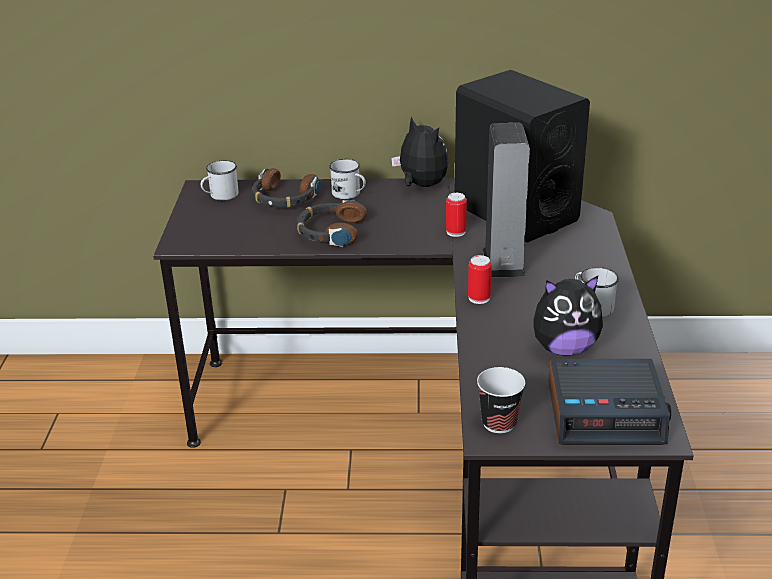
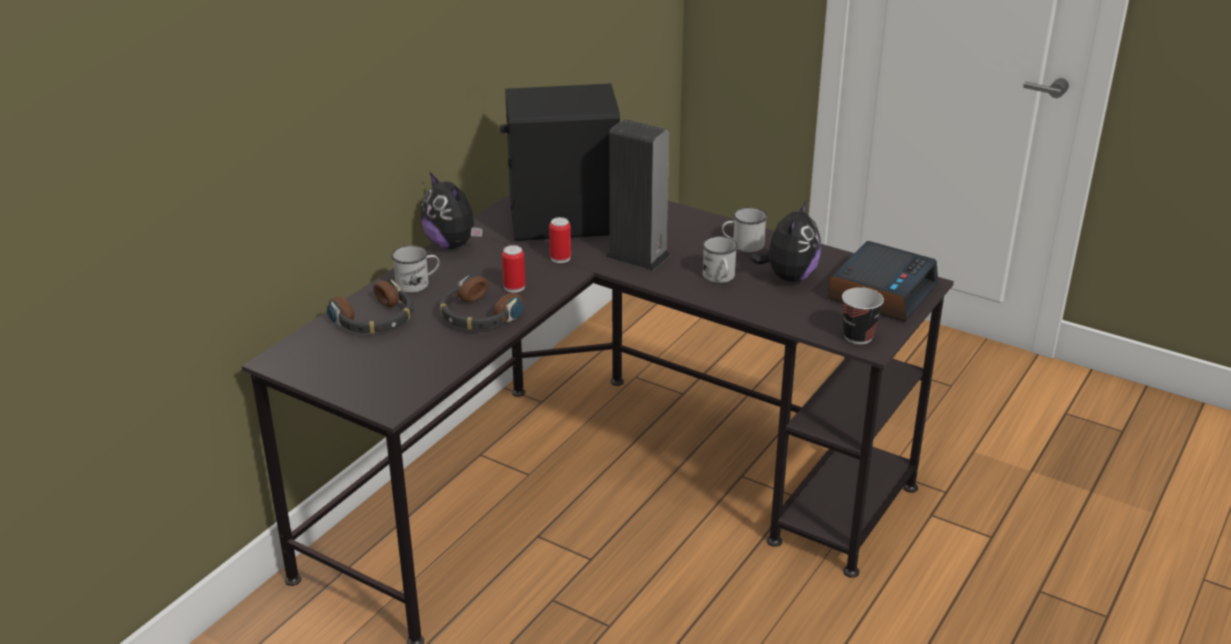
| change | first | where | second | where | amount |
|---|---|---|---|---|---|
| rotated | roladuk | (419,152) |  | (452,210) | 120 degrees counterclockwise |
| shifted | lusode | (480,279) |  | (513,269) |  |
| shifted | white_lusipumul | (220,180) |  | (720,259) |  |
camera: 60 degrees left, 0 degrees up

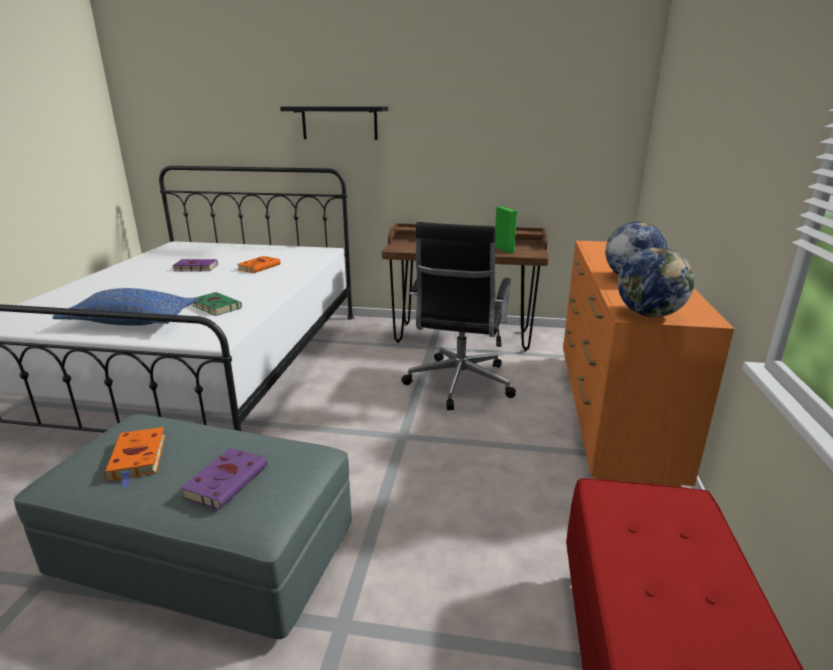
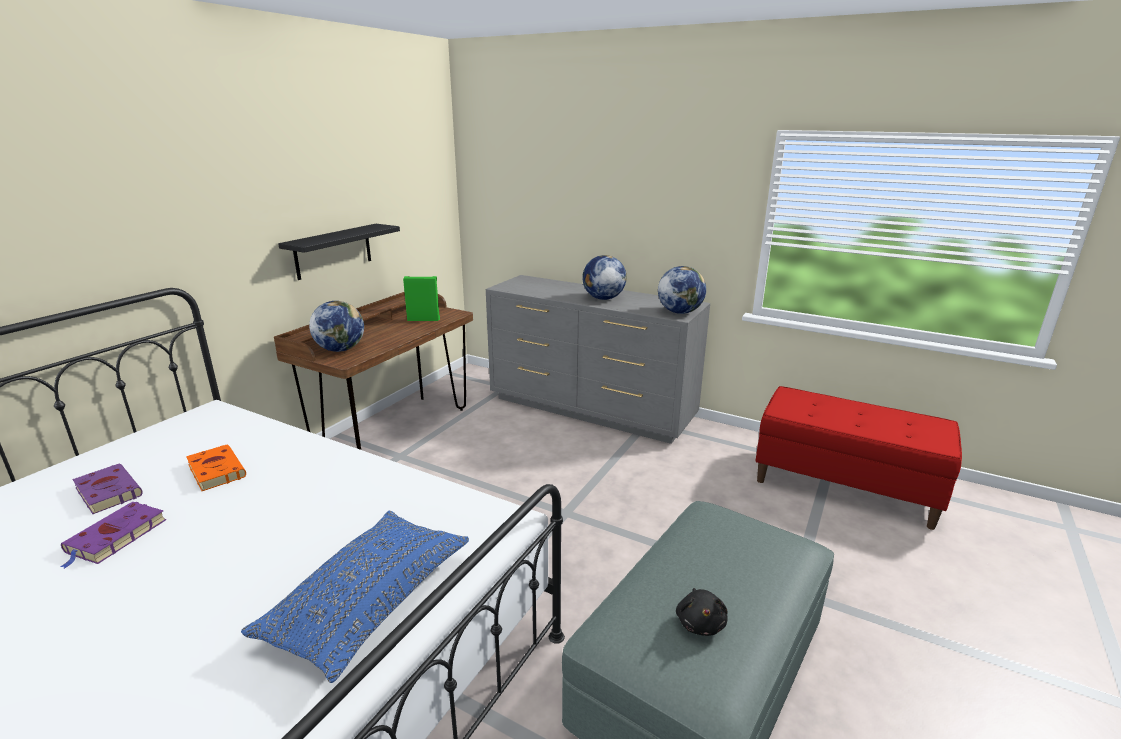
| change | first | where | second | where | amount |
|---|---|---|---|---|---|
| shifted | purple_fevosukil | (224,479) |  | (107,489) |  |
| shifted | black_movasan | (334,123) |  | (339,252) |  |
| new |  |  | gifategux | (336,326) |  |
| repainted | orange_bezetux | (648,364) | grey_bezetux | (598,359) |  |
| swapped | orange_fevosukil | (134,457) | black_roladuk | (702,612) |  |
| gone | green_fevosukil | (217,304) |  |  |  |
| gone | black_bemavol | (458,316) |  |  |  |
camera: 70 degrees left, 0 degrees up

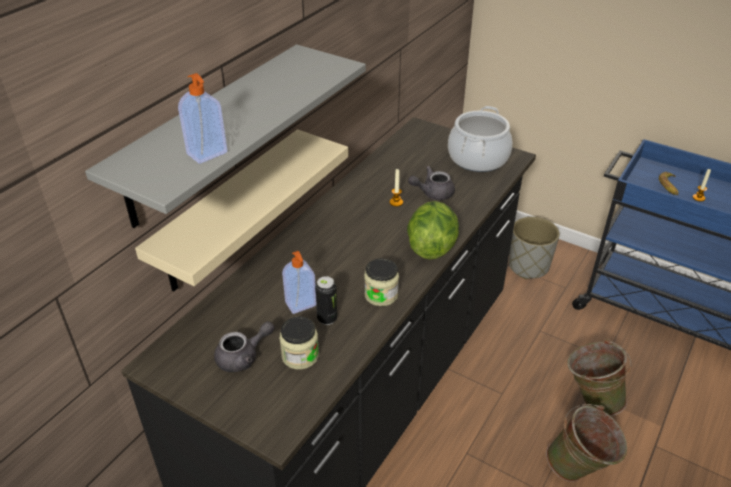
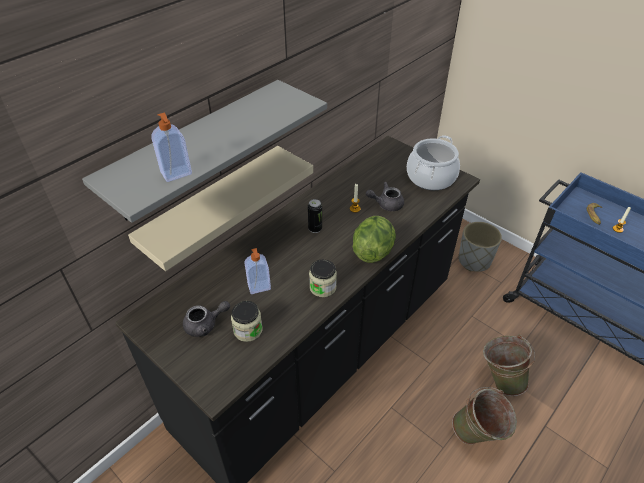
| change | first | where | second | where | amount |
|---|---|---|---|---|---|
| shifted | lusode | (326,300) |  | (315,216) |  |
camera: 10 degrees right, 5 degrees up

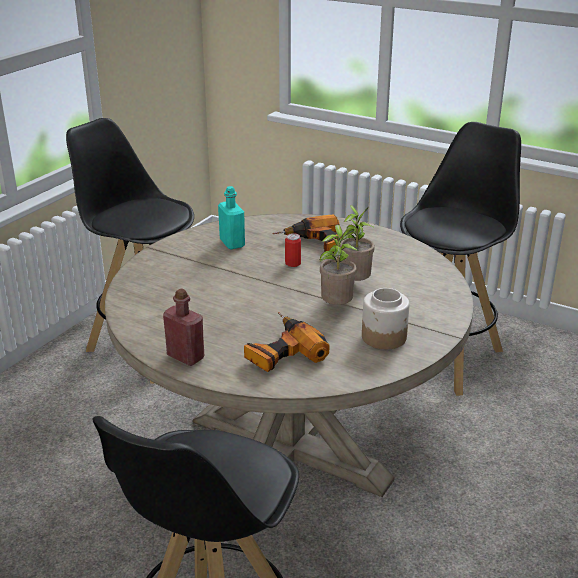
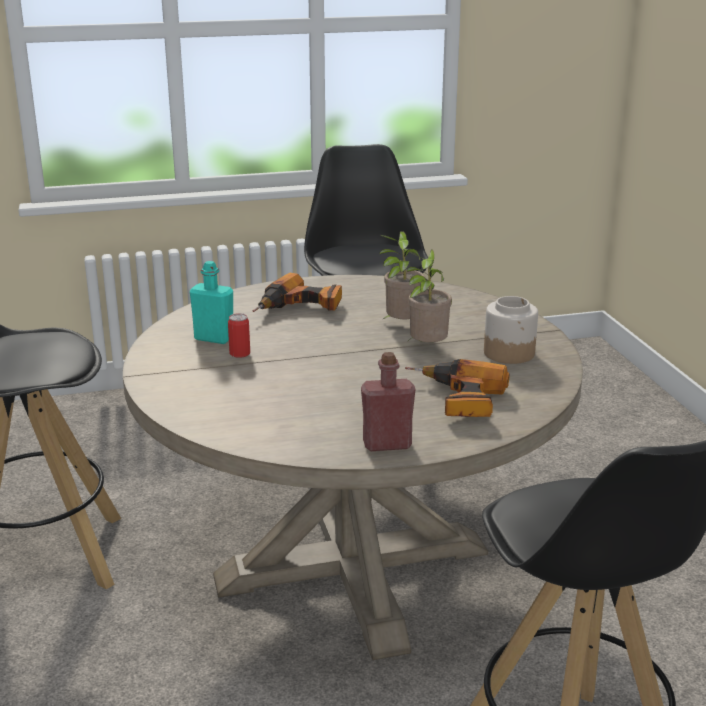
| change | first | where | second | where | amount |
|---|---|---|---|---|---|
| shifted | lusode | (293,250) |  | (239,335) |  |
camera: 45 degrees left, 5 degrees down

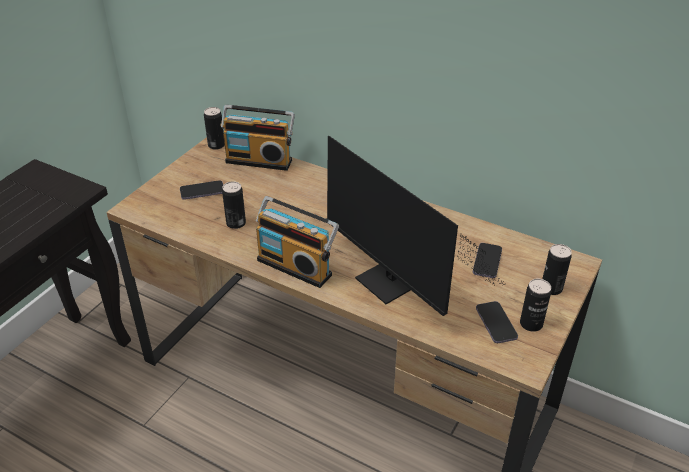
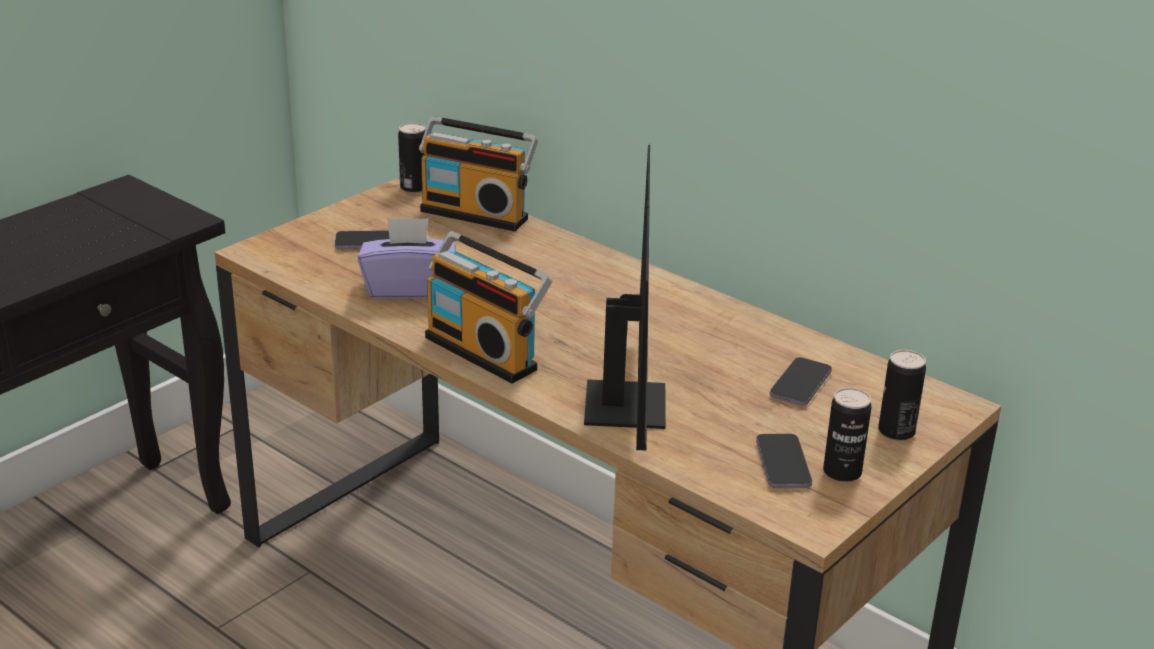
| change | first | where | second | where | amount |
|---|---|---|---|---|---|
| swapped | lusode | (234,205) | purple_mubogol | (407,258) |  |
| rotated | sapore | (415,226) |  | (625,297) | 150 degrees counterclockwise |
camera: 10 degrees right, 10 degrees down

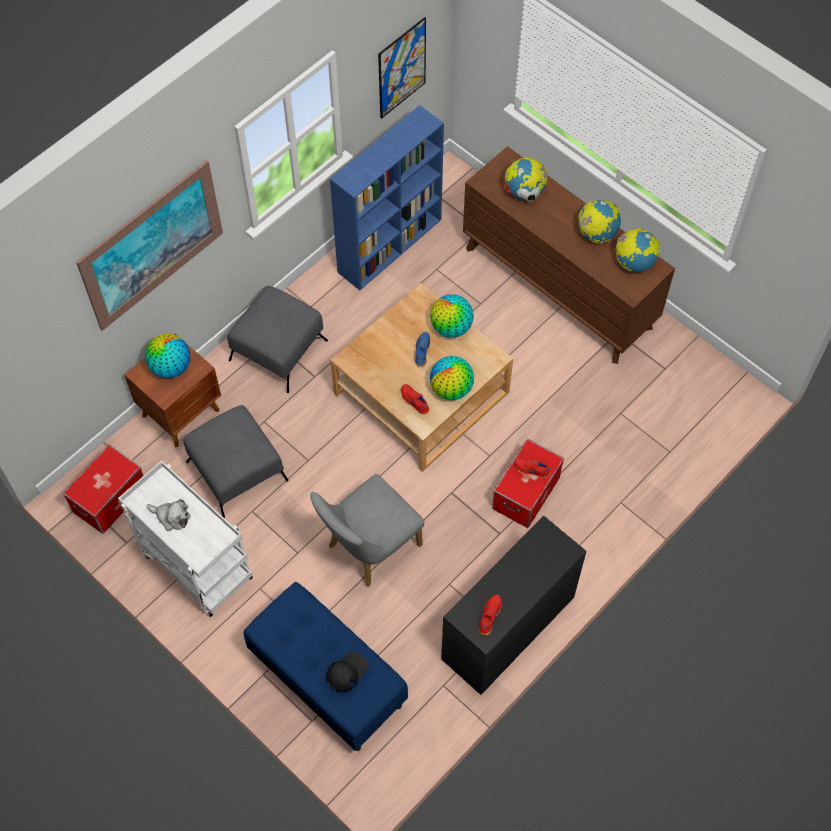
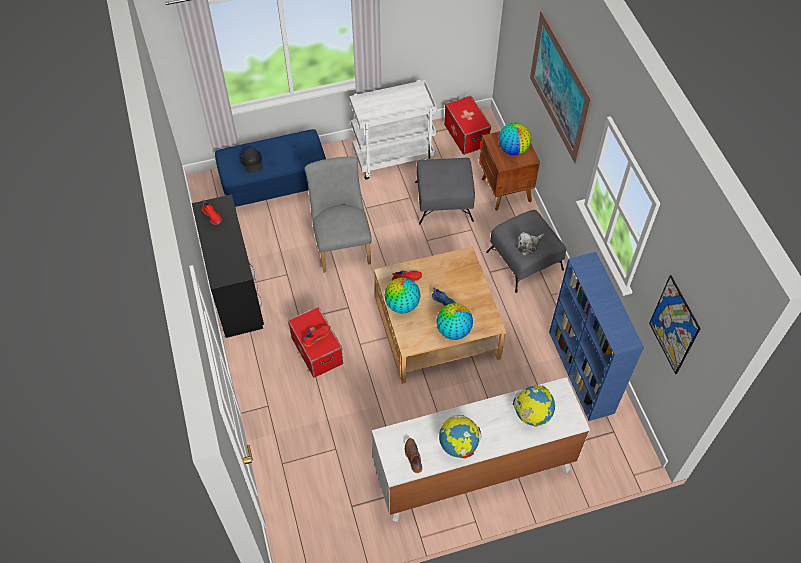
| change | first | where | second | where | amount |
|---|---|---|---|---|---|
| repainted | brown_bezetux | (569,255) | white_bezetux | (481,449) |  |
| swapped | gifategux | (638,250) | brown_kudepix | (414,455) |  |
| shifted | roladuk | (168,515) |  | (531,244) |  |
camera: 120 degrees right, 5 degrees down

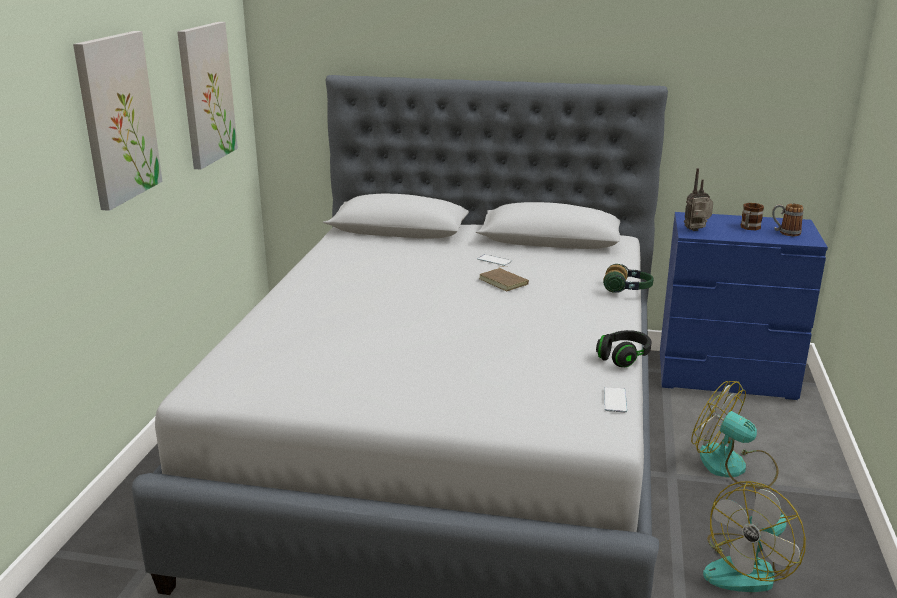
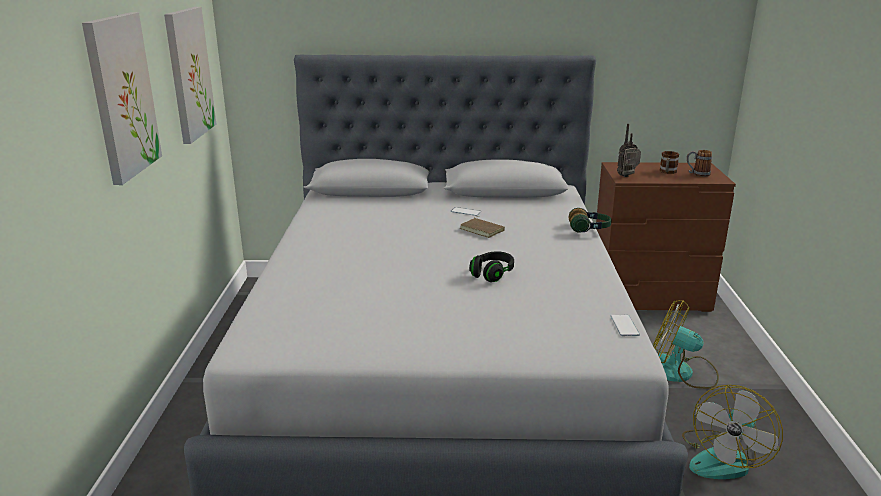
| change | first | where | second | where | amount |
|---|---|---|---|---|---|
| shifted | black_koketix | (624,348) |  | (491,266) |  |
| repainted | blue_bezetux | (744,306) | brown_bezetux | (666,237) |  |
camera: 10 degrees left, 0 degrees up

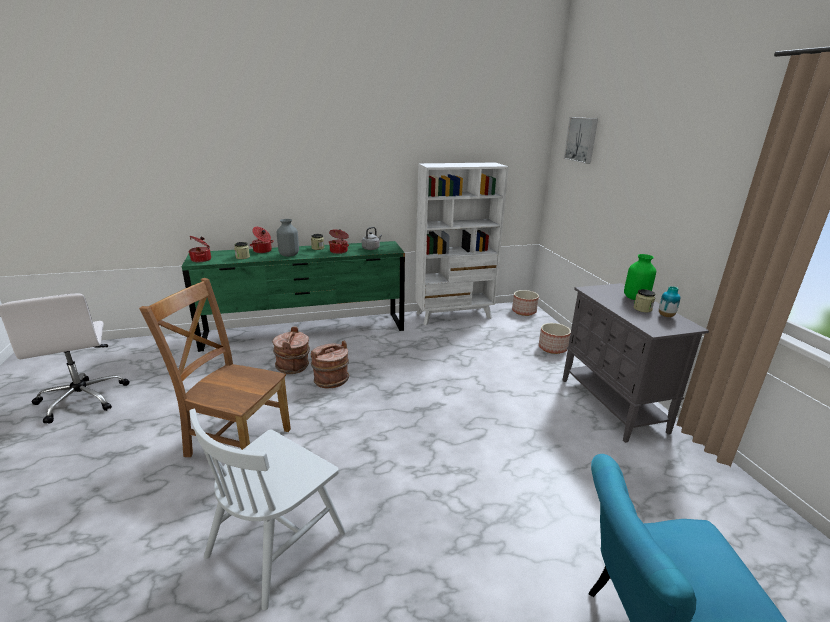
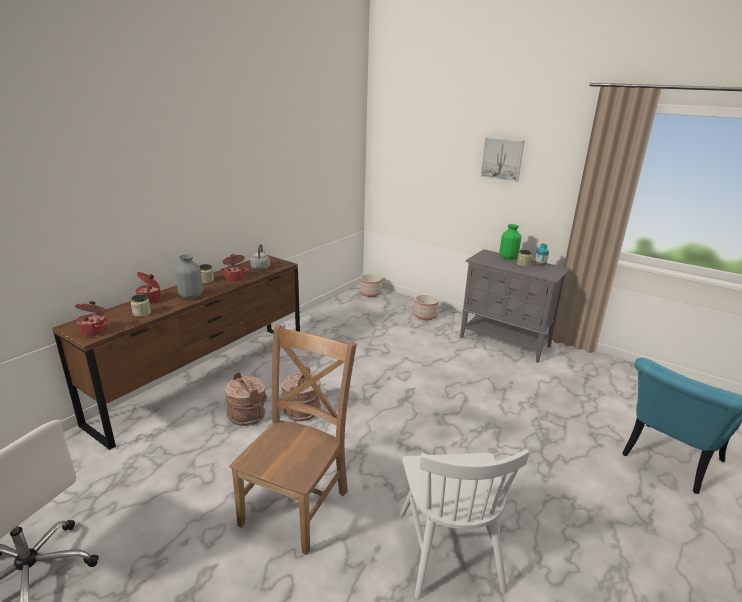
| change | first | where | second | where | amount |
|---|---|---|---|---|---|
| repainted | green_bezetux | (293,296) | brown_bezetux | (176,352) |  |
| rotated | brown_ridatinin | (215,367) |  | (293,440) | 135 degrees clockwise |
| shifted | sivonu | (581,140) |  | (502,159) |  |
| gone | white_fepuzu | (462,244) |  |  |  |
camera: 40 degrees left, 0 degrees up

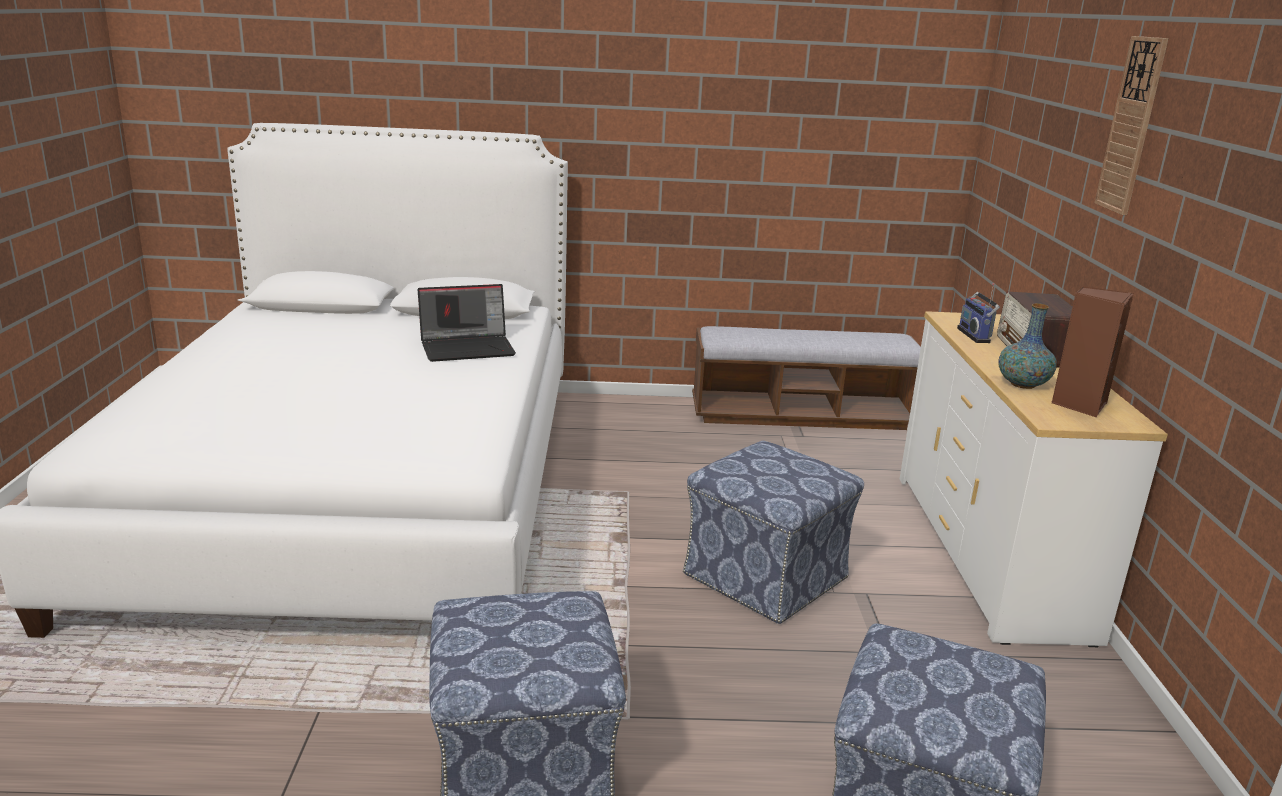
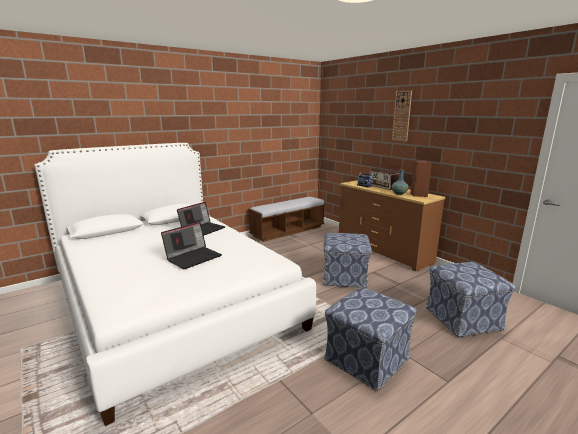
| change | first | where | second | where | amount |
|---|---|---|---|---|---|
| new |  |  | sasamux | (191,245) |  |
| repainted | white_bezetux | (1034,479) | brown_bezetux | (392,226) |  |
camera: 35 degrees left, 5 degrees down

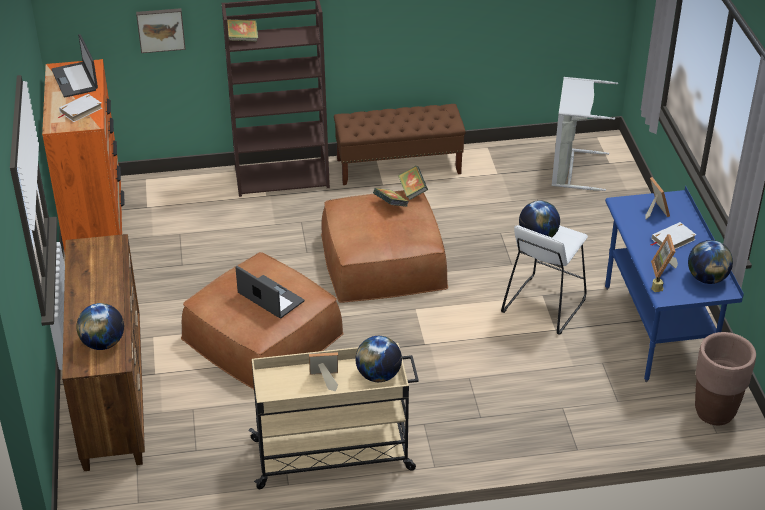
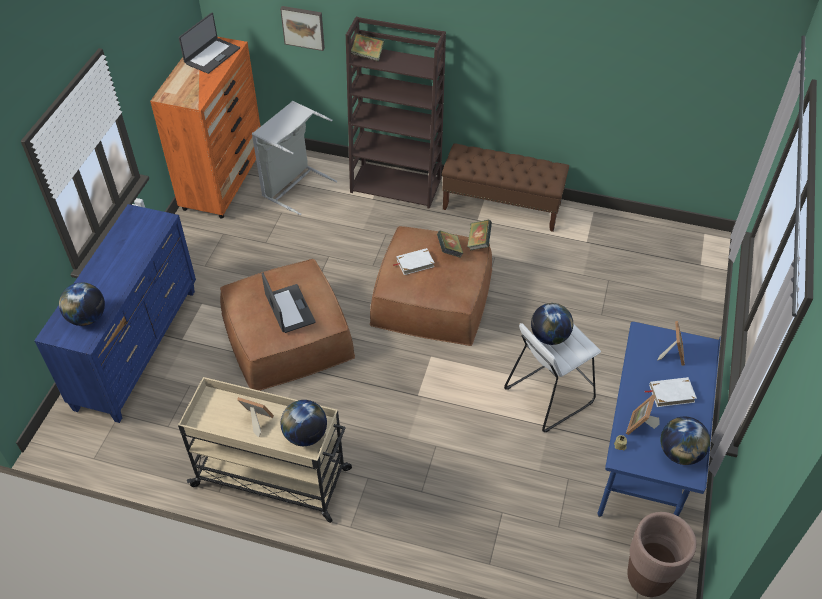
| change | first | where | second | where | amount |
|---|---|---|---|---|---|
| repainted | brown_bezetux | (103,352) | blue_bezetux | (115,313) |  |
| rotated | sasamux | (74,66) |  | (209,43) | 150 degrees counterclockwise |
| shifted | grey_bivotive | (585,134) |  | (294,158) |  |
| shifted | white_fevosukil | (80,108) |  | (413,261) |  |
camera: 25 degrees right, 10 degrees up

